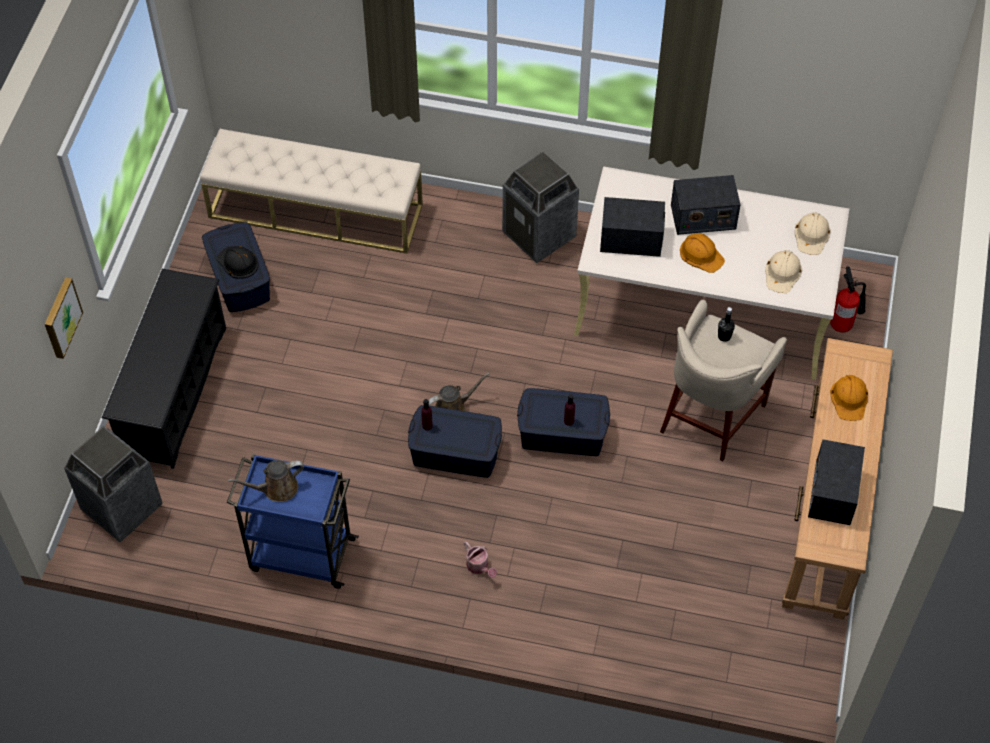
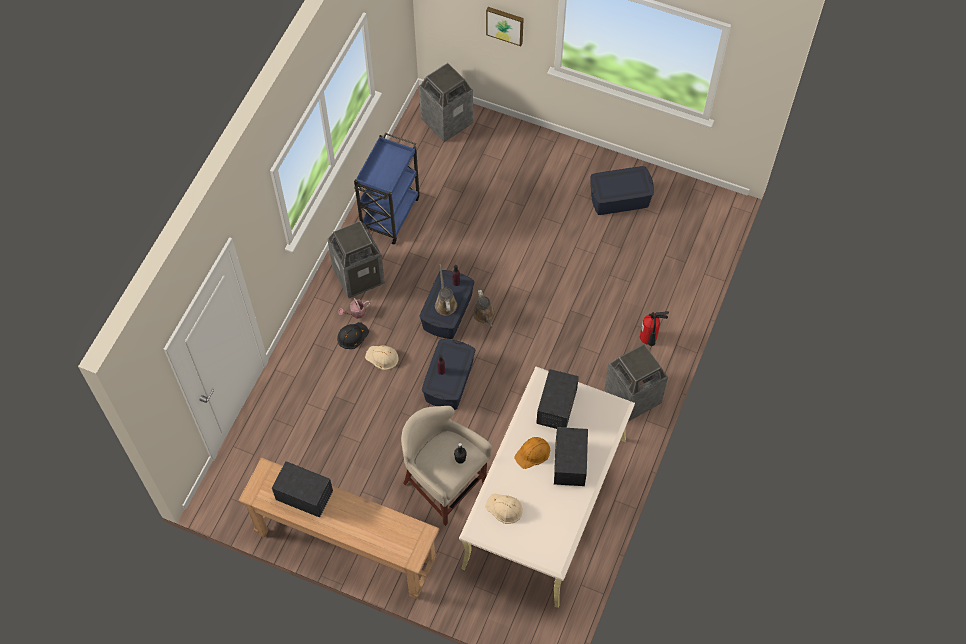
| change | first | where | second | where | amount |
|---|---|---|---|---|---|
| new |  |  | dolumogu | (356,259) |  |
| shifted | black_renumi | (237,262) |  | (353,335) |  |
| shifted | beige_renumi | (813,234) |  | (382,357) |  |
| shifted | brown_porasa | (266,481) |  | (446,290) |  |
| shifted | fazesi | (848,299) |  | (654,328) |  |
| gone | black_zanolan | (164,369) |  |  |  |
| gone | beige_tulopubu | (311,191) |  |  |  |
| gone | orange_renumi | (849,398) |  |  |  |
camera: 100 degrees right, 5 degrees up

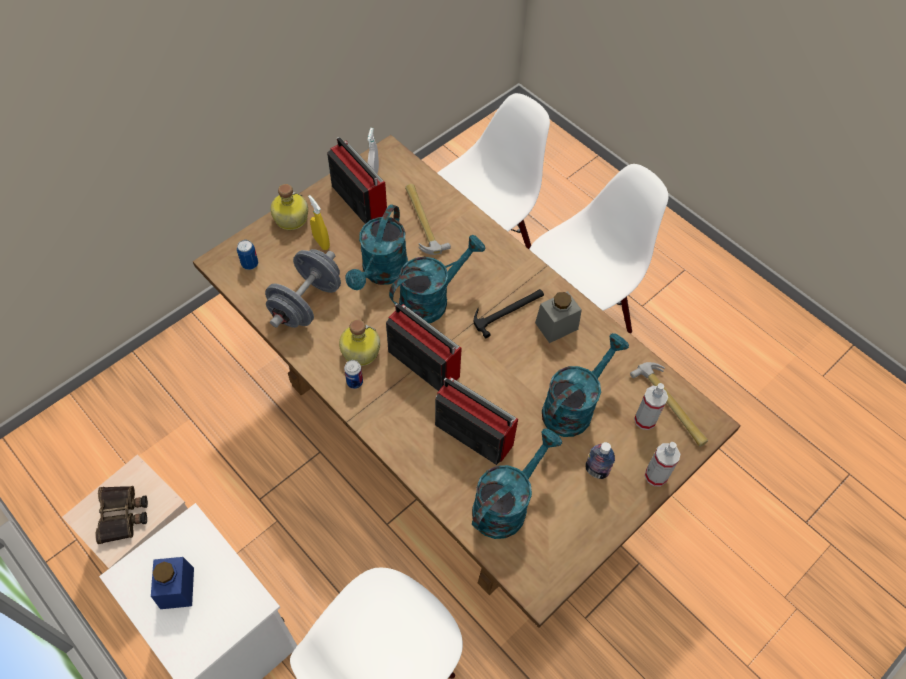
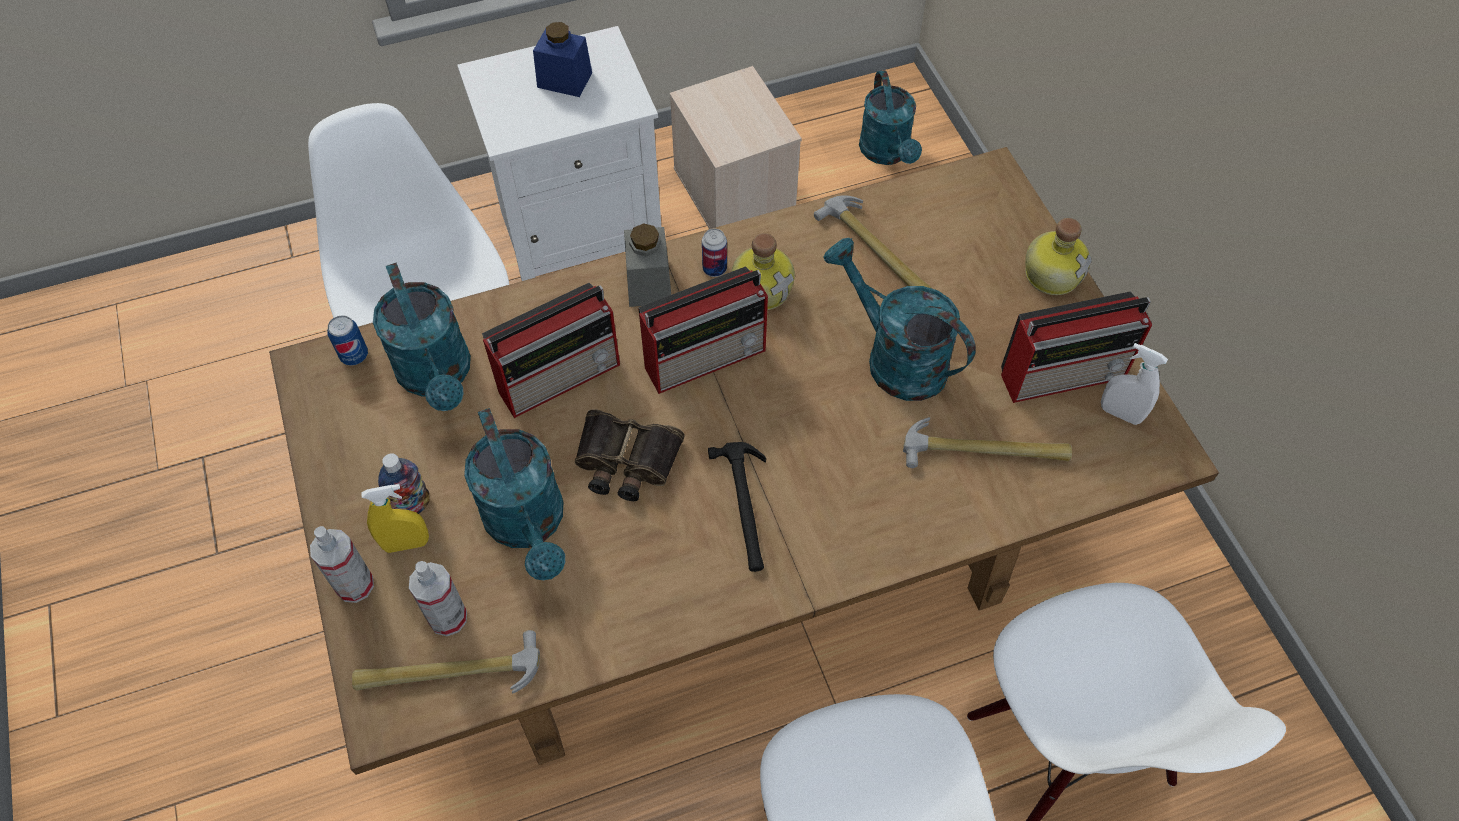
| change | first | where | second | where | amount |
|---|---|---|---|---|---|
| shifted | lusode | (247,255) |  | (347,340) |  |
| shifted | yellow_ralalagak | (319,222) |  | (395,518) |  |
| shifted | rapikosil | (121,515) |  | (630,455) |  |
| shifted | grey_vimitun | (558,317) |  | (647,265) |  |
| swapped | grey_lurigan | (303,288) | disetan | (873,242) |  |
| shifted | turquoise_porasa | (437,279) |  | (890,117) |  |
camera: 115 degrees right, 0 degrees up

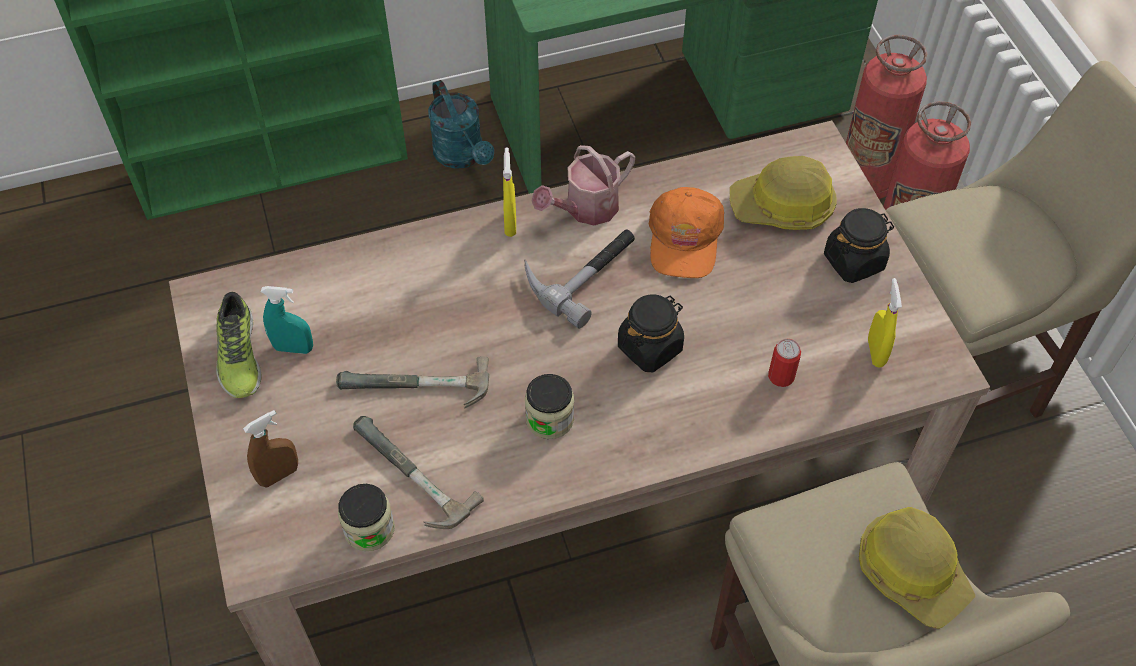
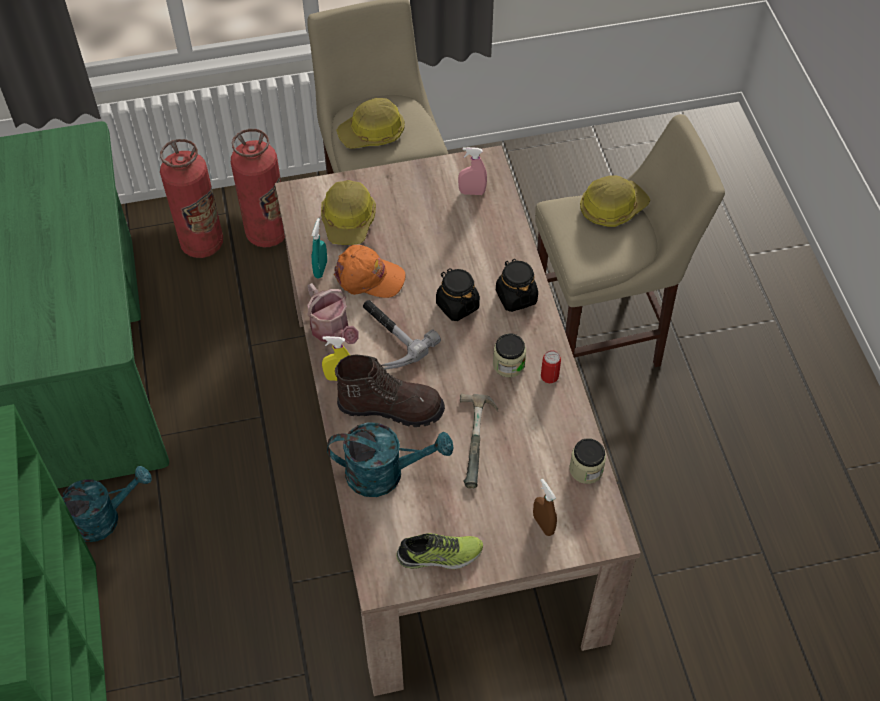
| change | first | where | second | where | amount |
|---|---|---|---|---|---|
| shifted | turquoise_ralalagak | (287,320) |  | (319,248) |  |
| new |  |  | turquoise_porasa | (390,459) |  |
| new |  |  | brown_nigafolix | (390,391) |  |
| new |  |  | renumi | (370,123) |  |
| repainted | yellow_ralalagak | (885,322) | pink_ralalagak | (472,171) |  |
| shifted | black_vimitun | (859,245) |  | (517,285) |  |
| shifted | lusode | (784,363) |  | (551,366) |  |
| gone | disetan | (418,472) |  |  |  |
camera: 85 degrees left, 0 degrees up

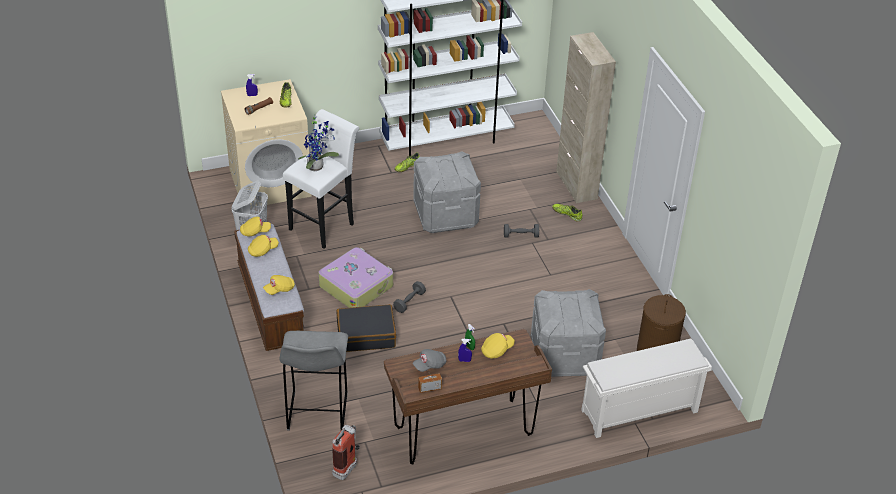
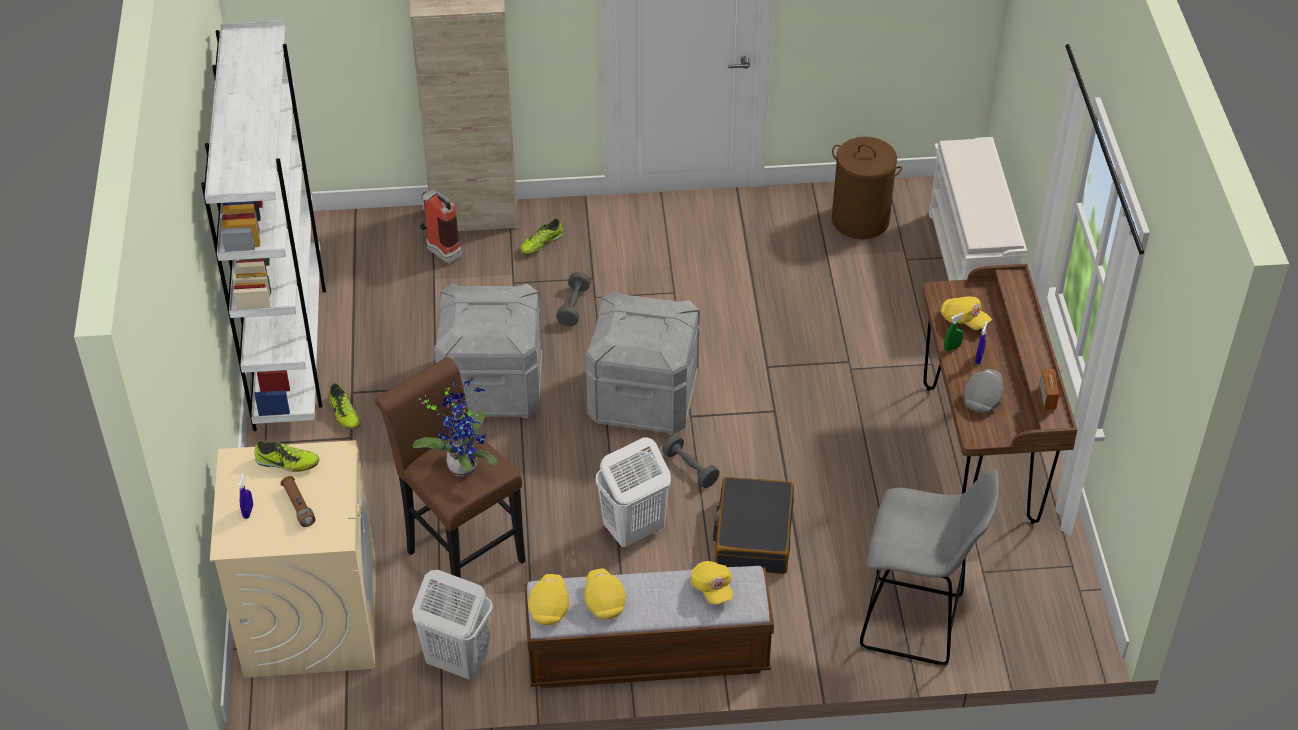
| change | first | where | second | where | amount |
|---|---|---|---|---|---|
| repainted | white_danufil | (321,179) | brown_danufil | (450,481) |  |
| shifted | fazesi | (346,452) |  | (441,226) |  |
| shifted | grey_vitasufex | (568,333) |  | (643,363) |  |
| swapped | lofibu | (355,277) | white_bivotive | (633,493) |  |
| rotated | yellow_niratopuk | (498,346) |  | (966,313) | 150 degrees clockwise |
| rotated | grey_niratopuk | (429,360) |  | (984,391) | 135 degrees counterclockwise |
camera: 75 degrees left, 5 degrees up

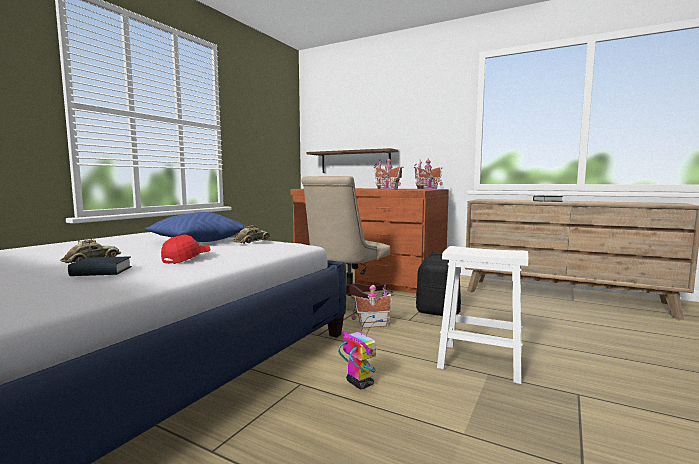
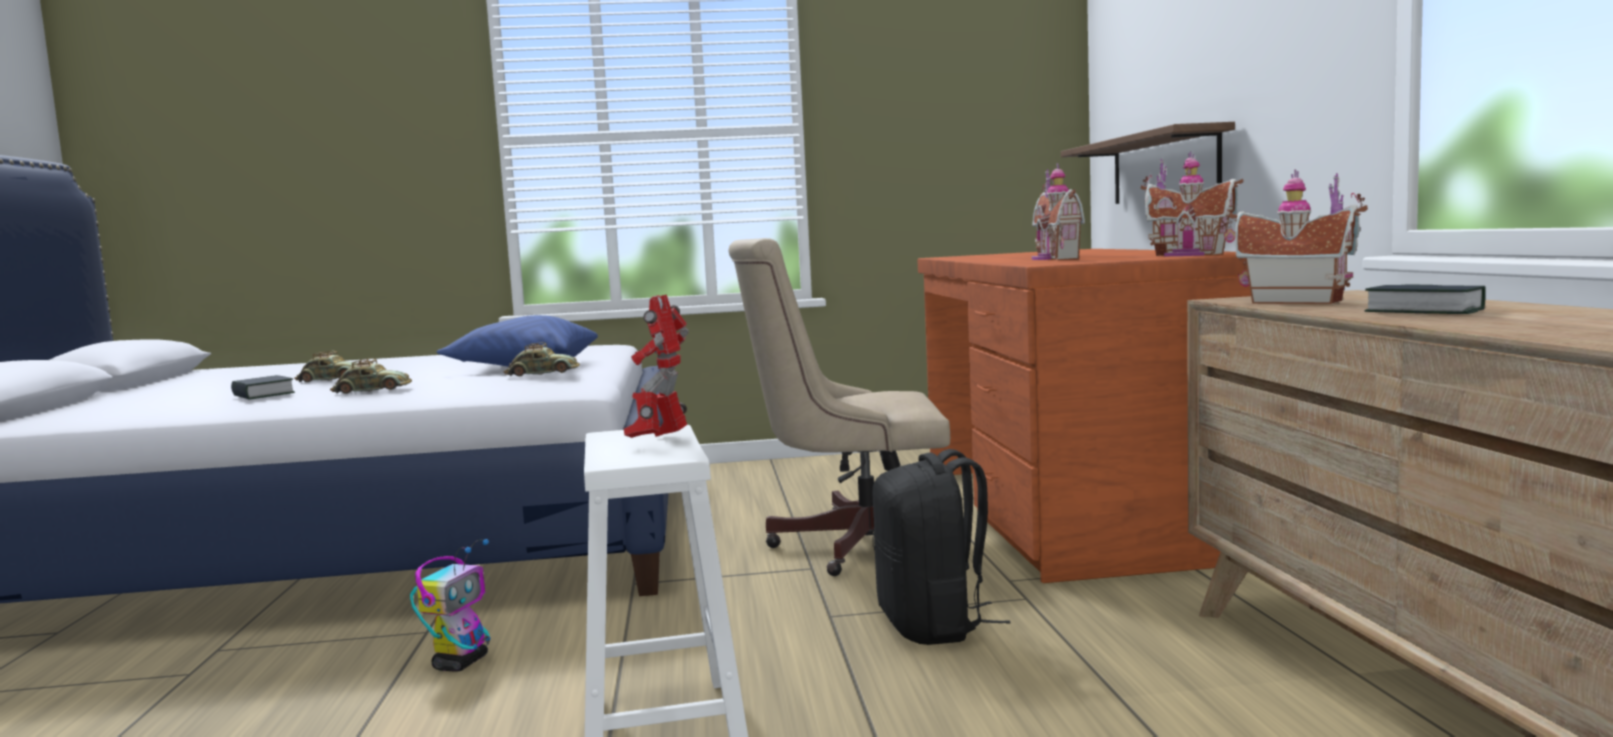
| change | first | where | second | where | amount |
|---|---|---|---|---|---|
| swapped | red_niratopuk | (185,249) | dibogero | (371,376) |  |
| new |  |  | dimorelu | (656,366) |  |
| shifted | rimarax | (372,306) |  | (1298,236) |  |
camera: 55 degrees right, 0 degrees up

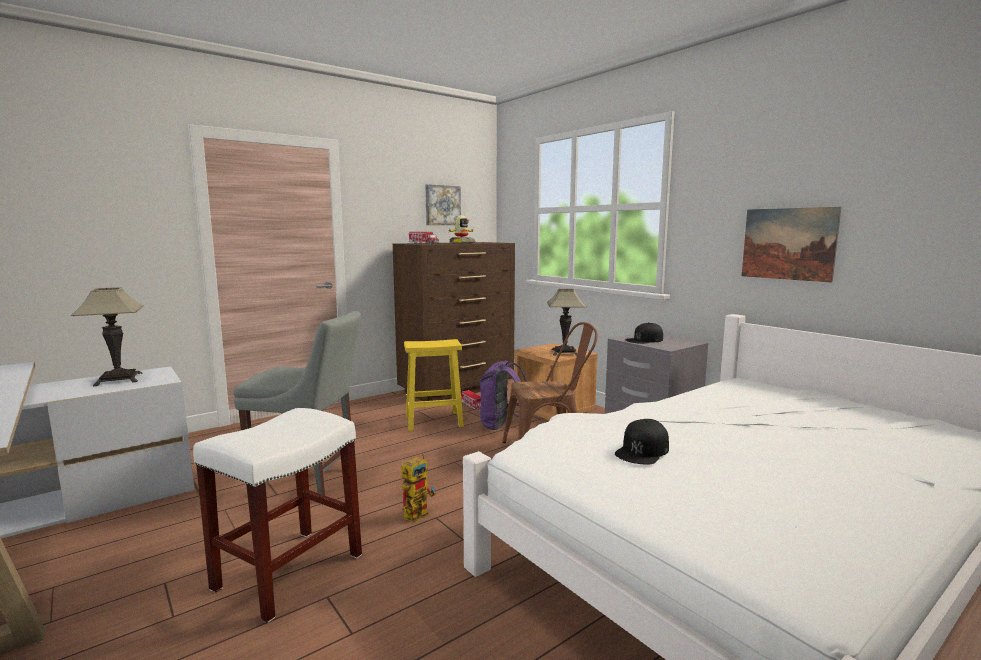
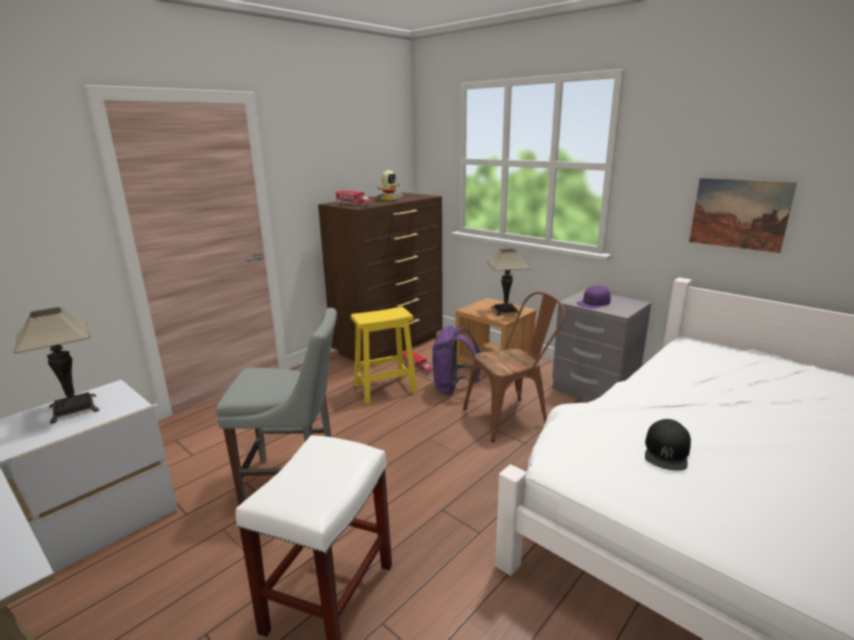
| change | first | where | second | where | amount |
|---|---|---|---|---|---|
| repainted | black_niratopuk | (644,333) | purple_niratopuk | (593,297) |  |
| gone | dimorelu | (418,488) |  |  |  |
| gone | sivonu | (443,204) |  |  |  |
camera: 10 degrees left, 10 degrees up

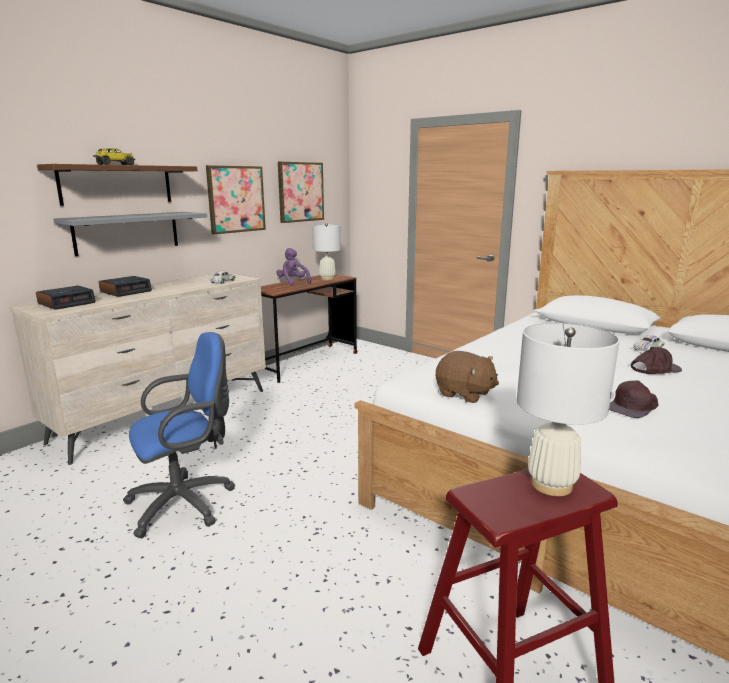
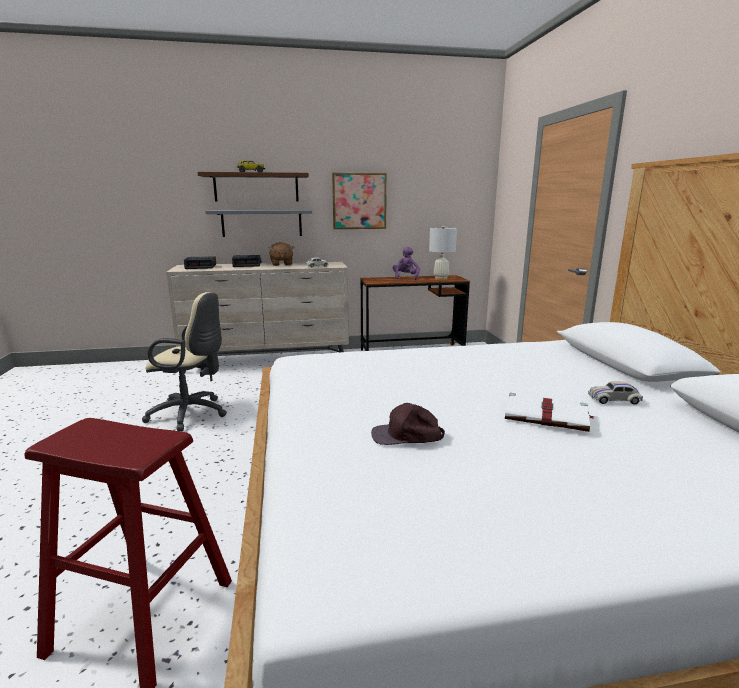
| change | first | where | second | where | amount |
|---|---|---|---|---|---|
| repainted | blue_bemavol | (179,435) | beige_bemavol | (184,361) |  |
| shifted | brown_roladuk | (467,377) |  | (281,254) |  |
| swapped | brown_niratopuk | (656,360) | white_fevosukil | (550,412) |  |
| gone | sivonu | (301,192) |  |  |  |
| gone | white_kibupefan | (568,409) |  |  |  |
camera: 40 degrees right, 0 degrees up

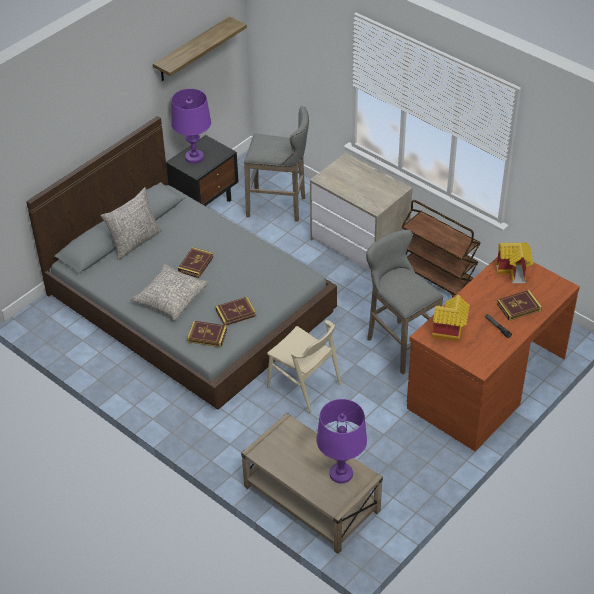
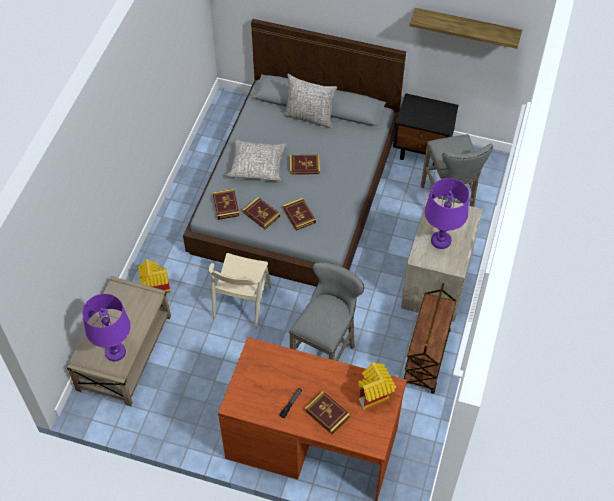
| change | first | where | second | where | amount |
|---|---|---|---|---|---|
| shifted | rimarax | (451,318) |  | (154,276) |  |
| new |  |  | fevosukil | (299,214) |  |
| shifted | purple_kibupefan | (191,126) |  | (447,213) |  |
camera: 65 degrees right, 10 degrees up

